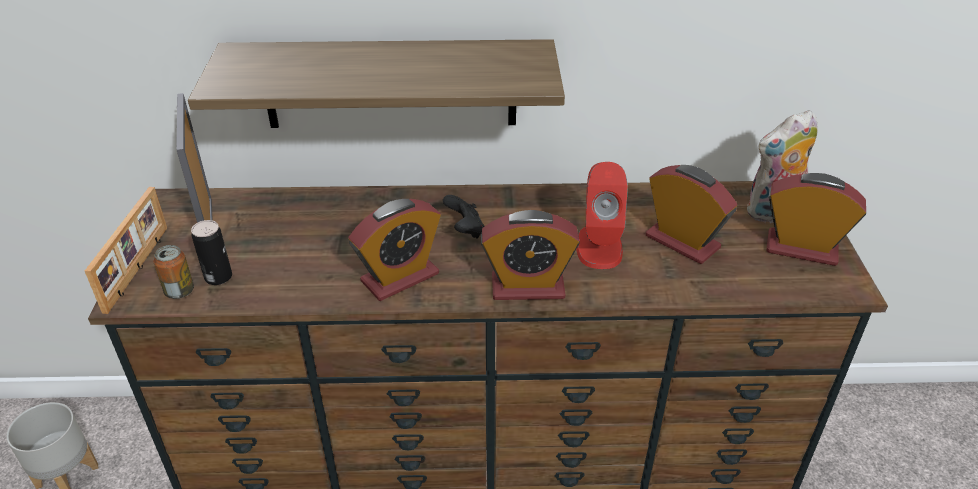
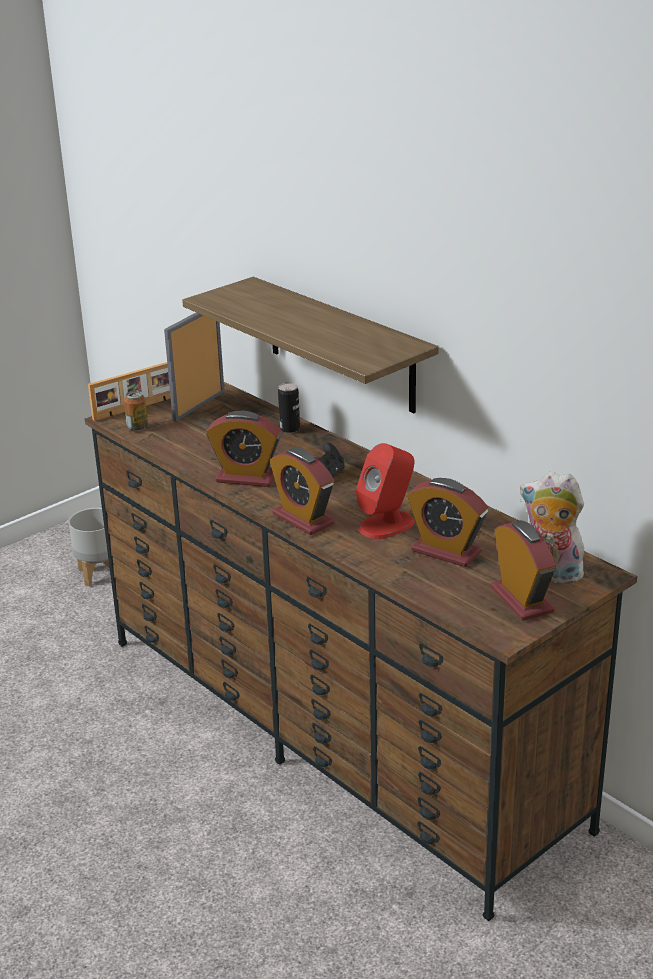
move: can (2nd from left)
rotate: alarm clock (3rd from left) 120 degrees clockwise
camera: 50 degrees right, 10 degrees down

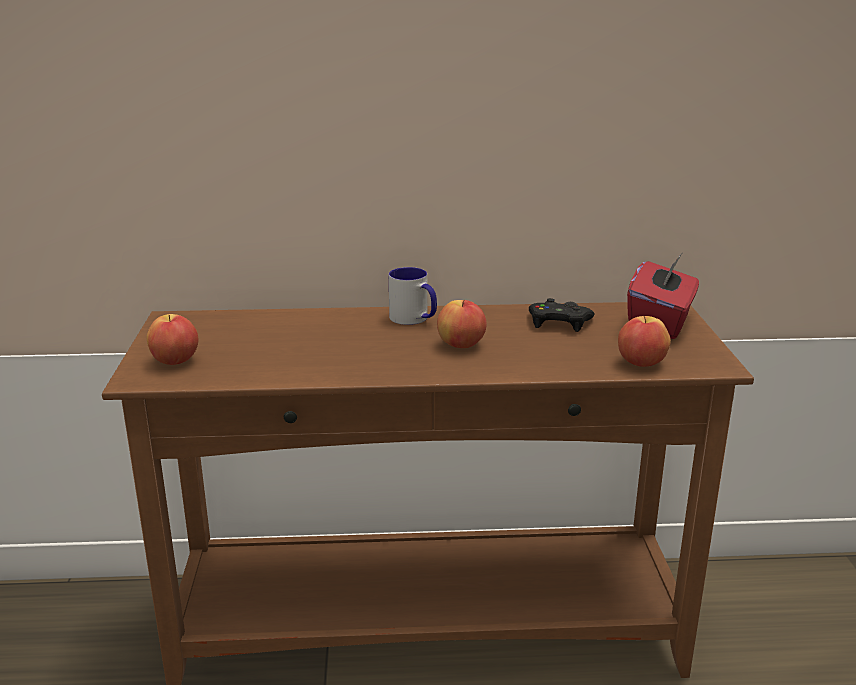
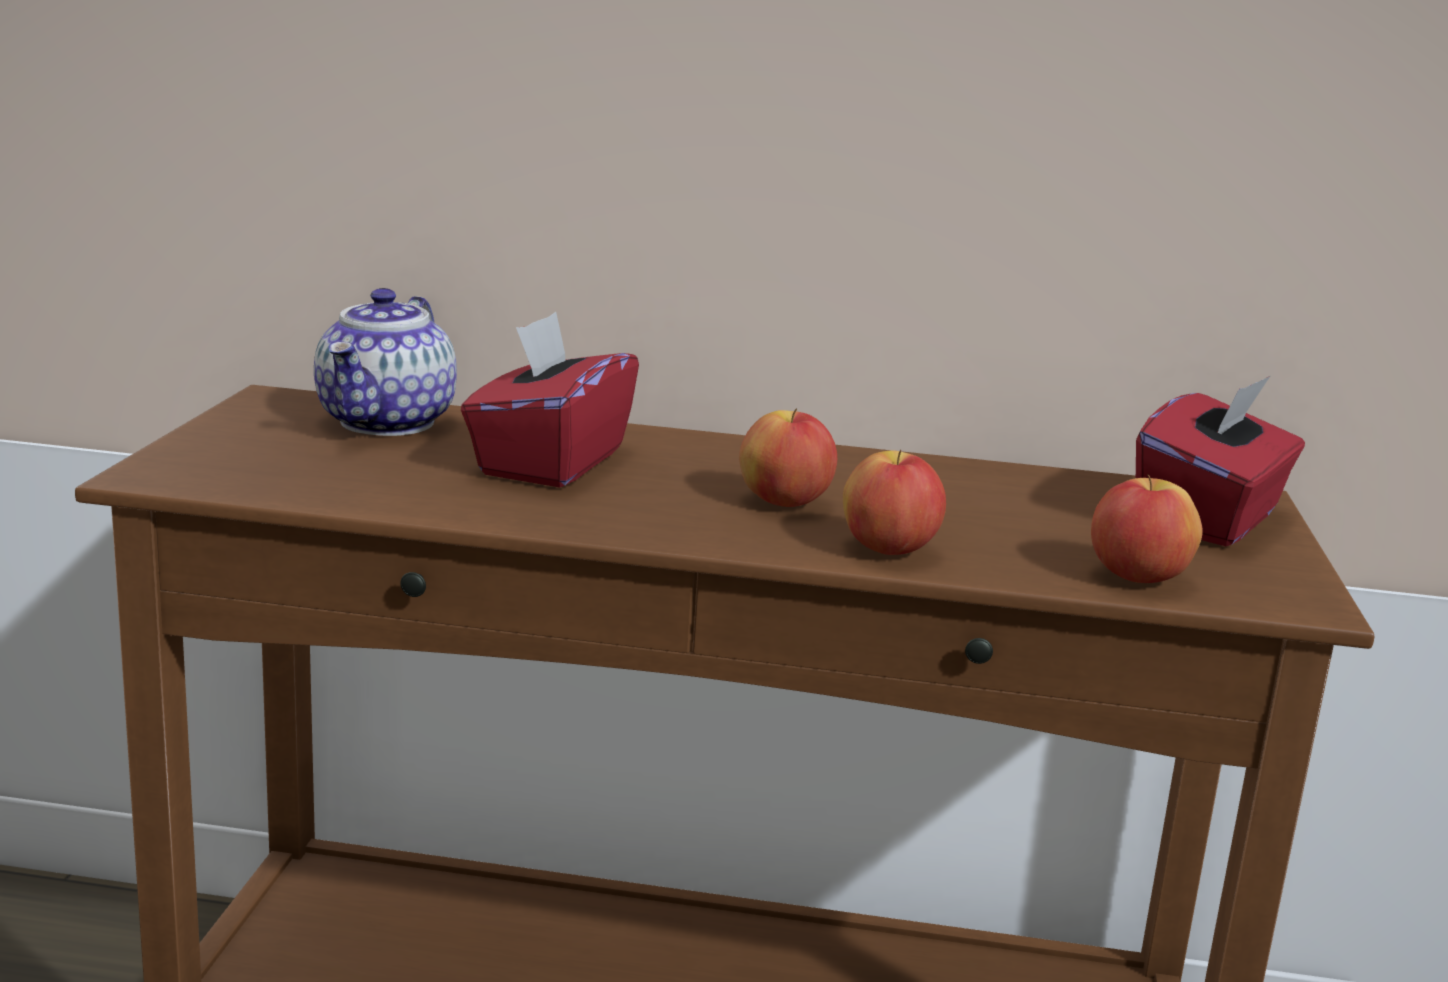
delete: mug; black game controller
insert: teapot; red tissue box (1st from left)
move: apple (1st from left in the first image) to apple (2nd from left)
camera: 10 degrees right, 5 degrees down

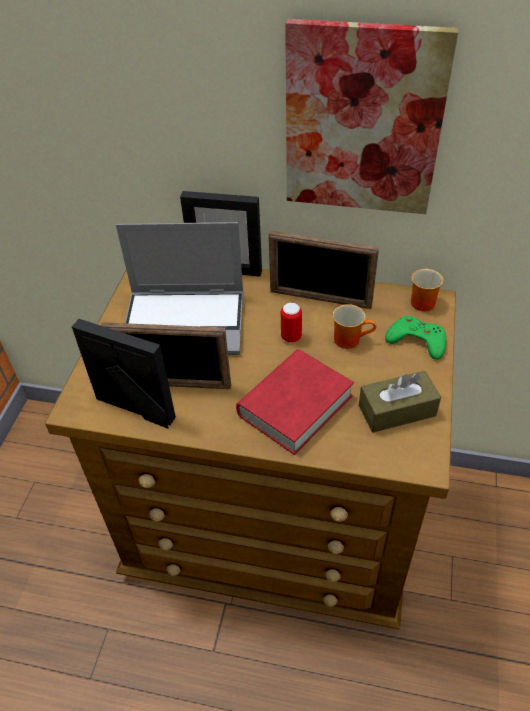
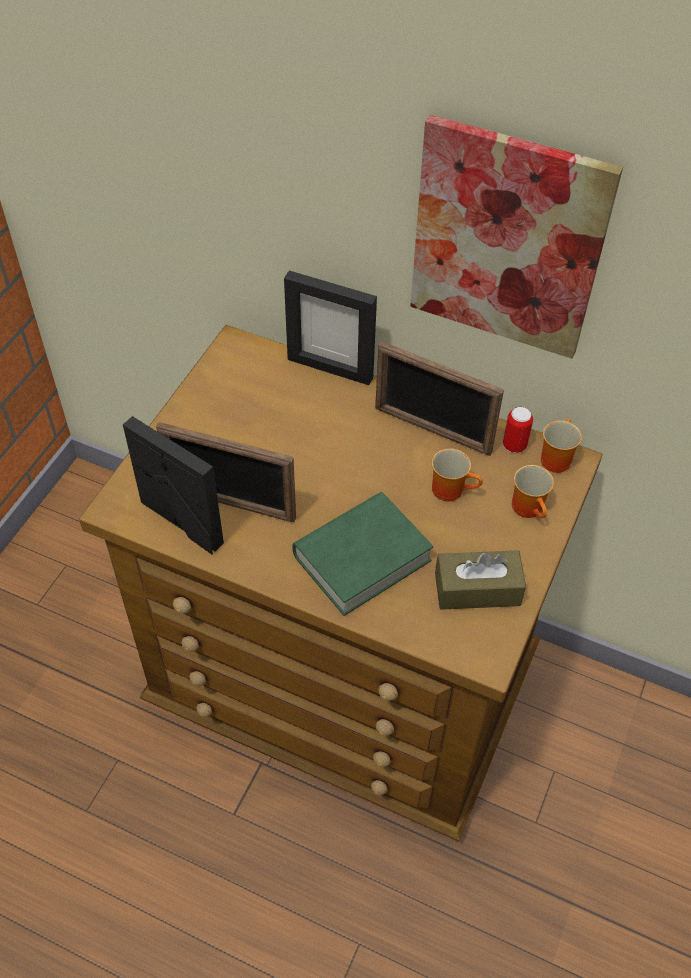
delete: laptop
move: can
replace: green game controller to mug (2nd from left)
recolor: red book to green book
camera: 10 degrees right, 5 degrees up

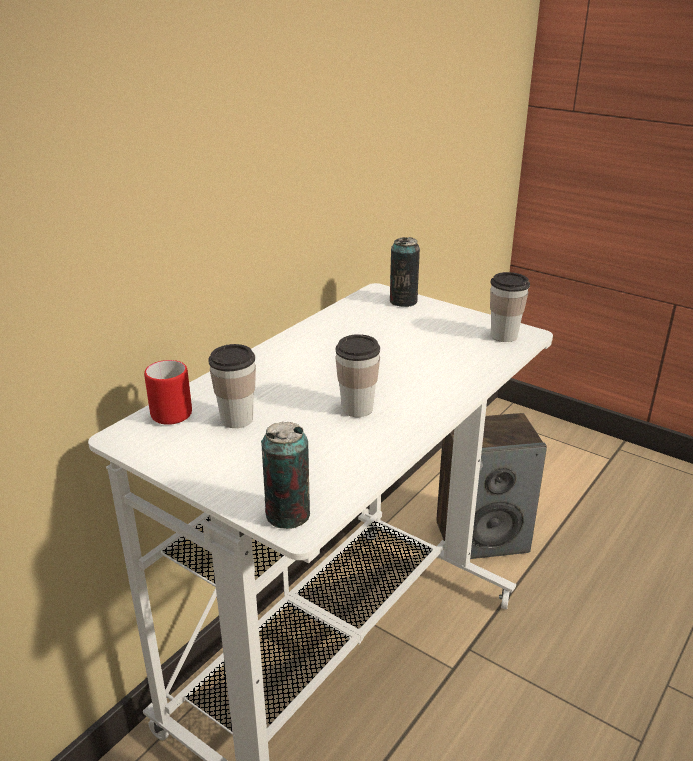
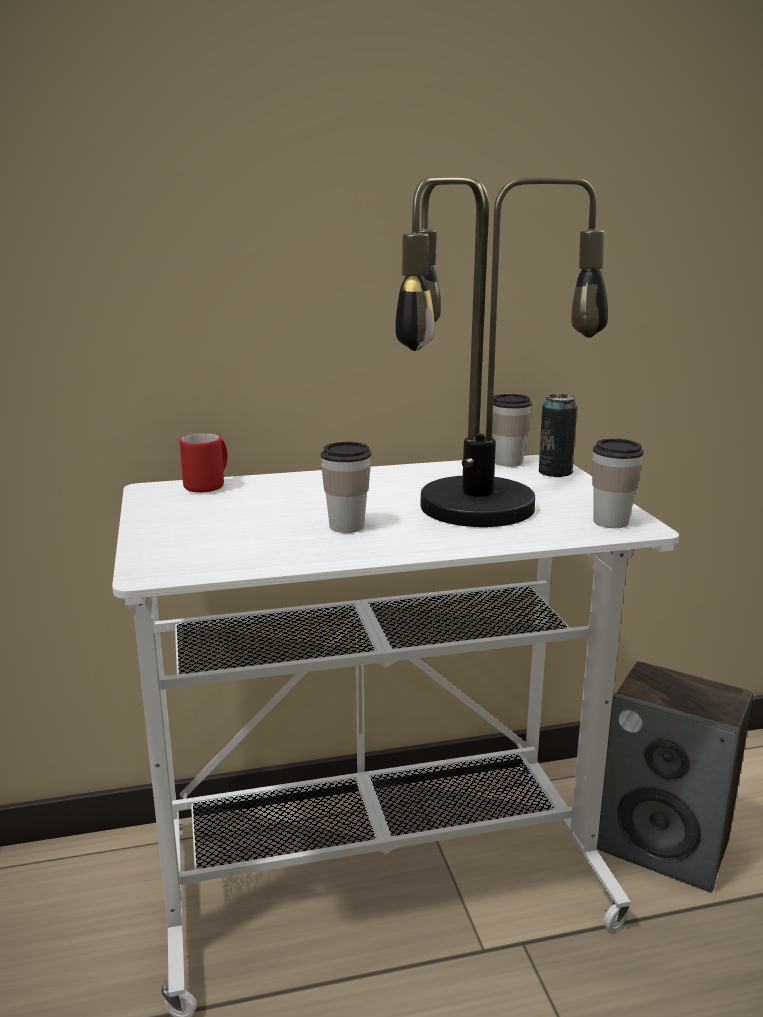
delete: can (1st from left)
insert: table lamp
move: cup (1st from left in the first image) to cup (2nd from left)
camera: 40 degrees right, 10 degrees down

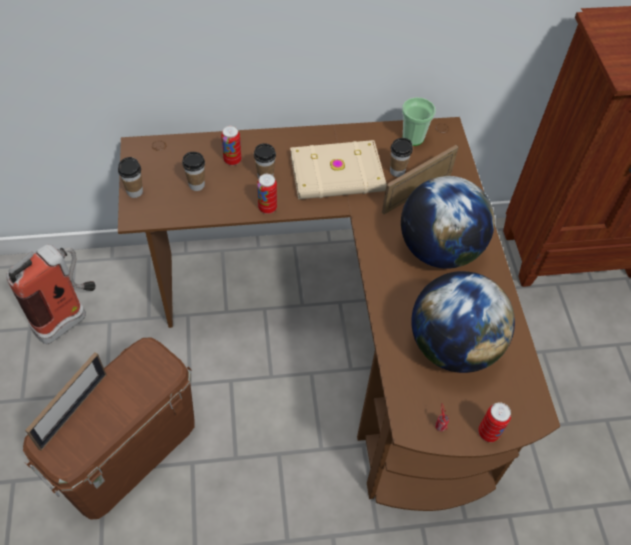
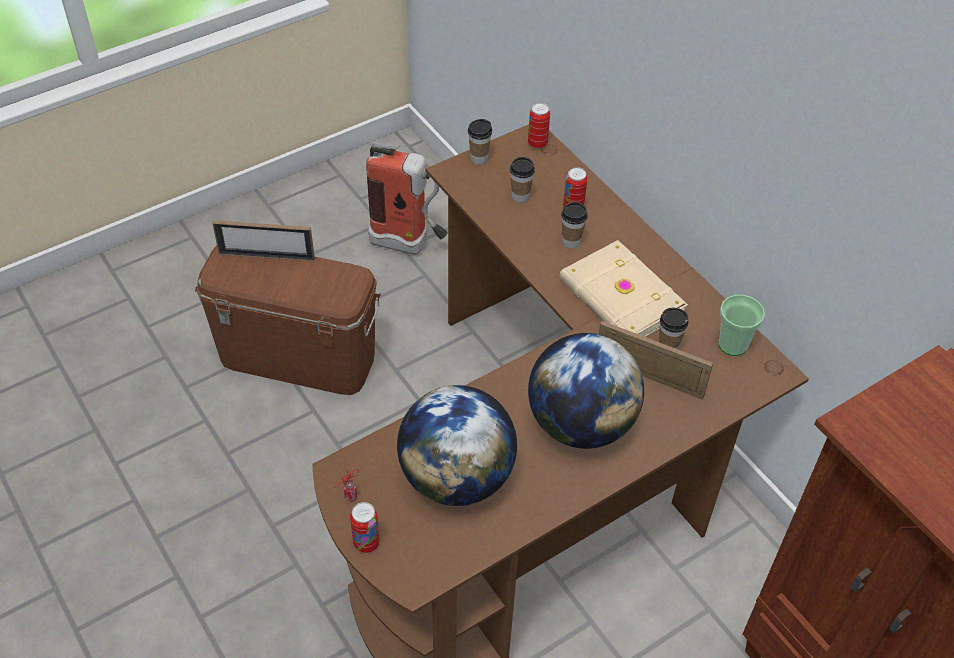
move: can (2nd from left in the first image) to can (3rd from left)
camera: 65 degrees right, 5 degrees down

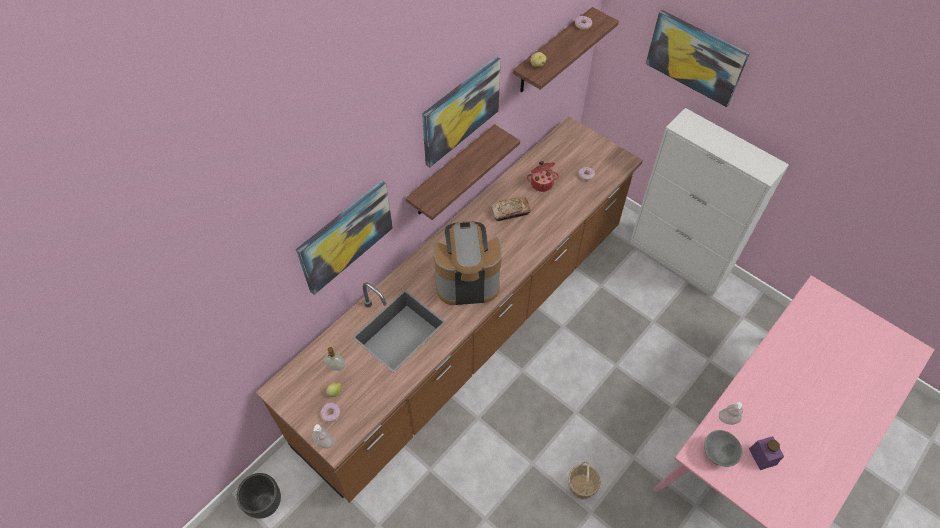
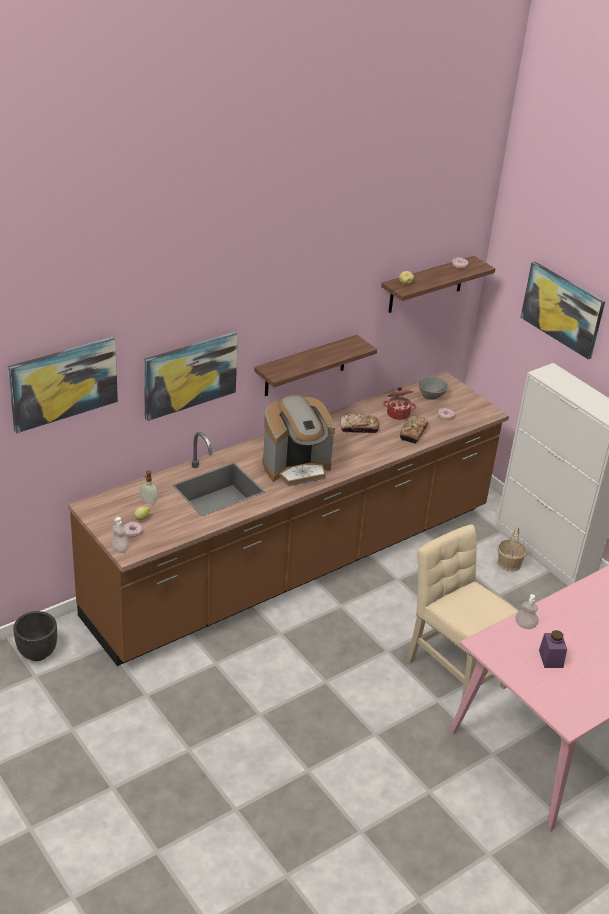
insert: bread (2nd from left); beige chair
move: picture (2nd from left in the first image) to picture (1st from left); grey bowl; basket
rotate: coffee machine 150 degrees clockwise
camera: 10 degrees right, 20 degrees down

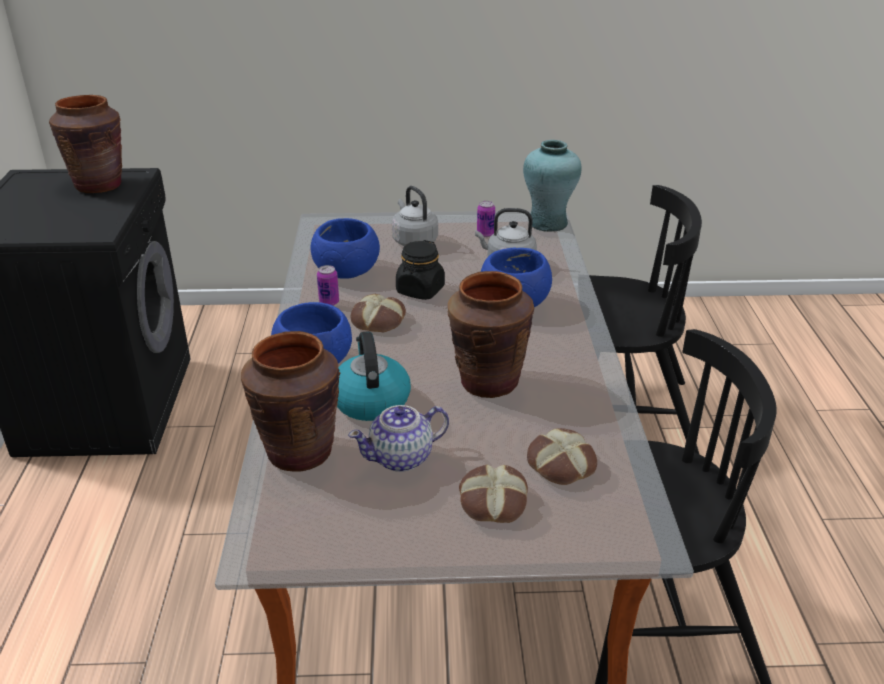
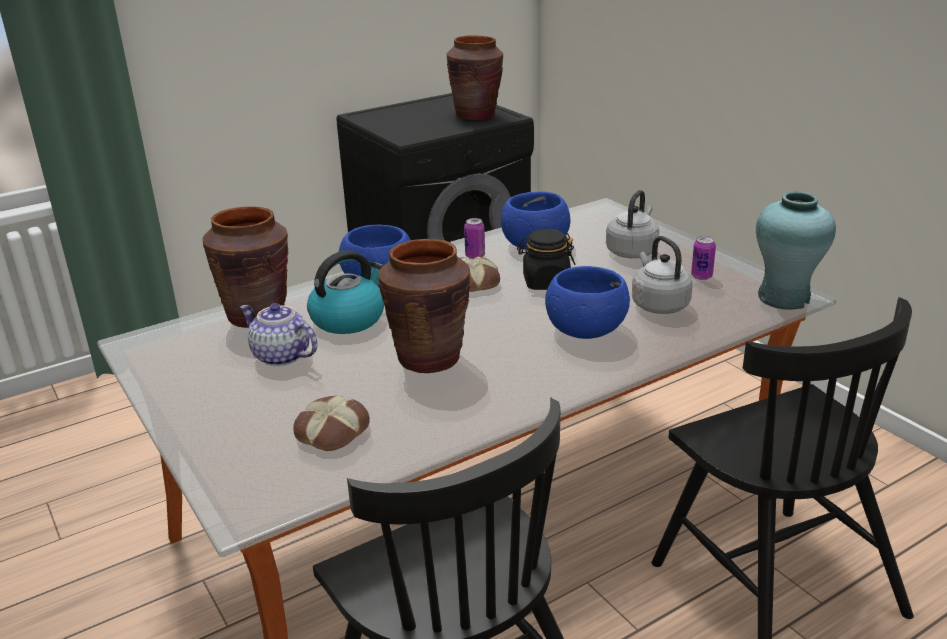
delete: bread (2nd from left)
camera: 60 degrees right, 5 degrees down

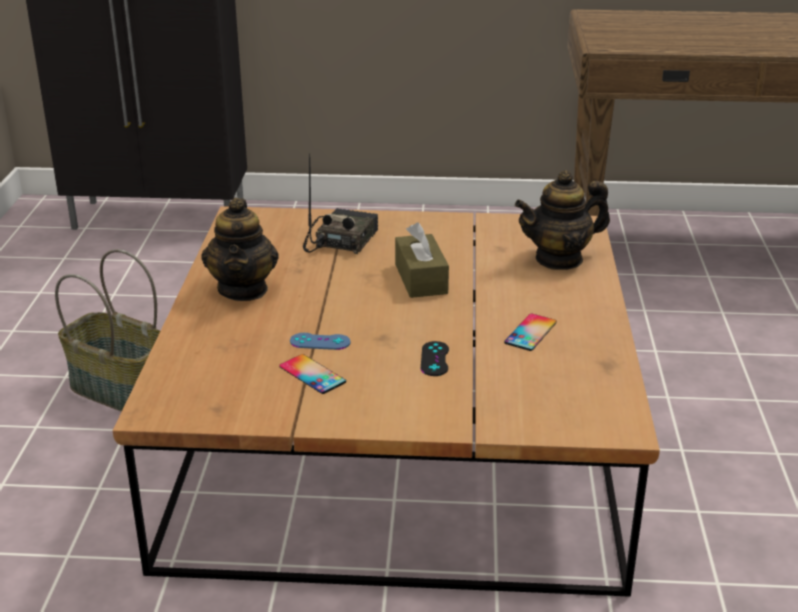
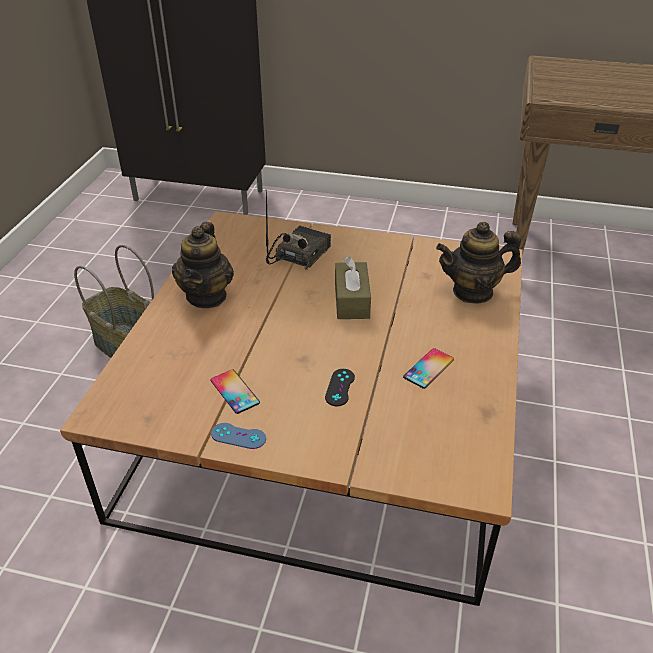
move: blue game controller
camera: 10 degrees right, 10 degrees up

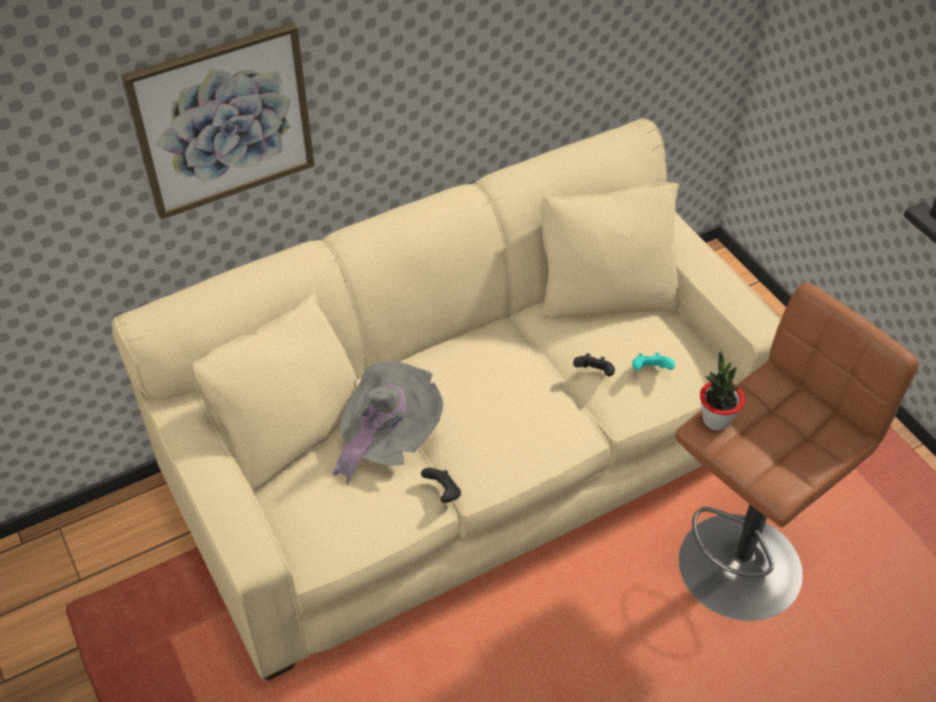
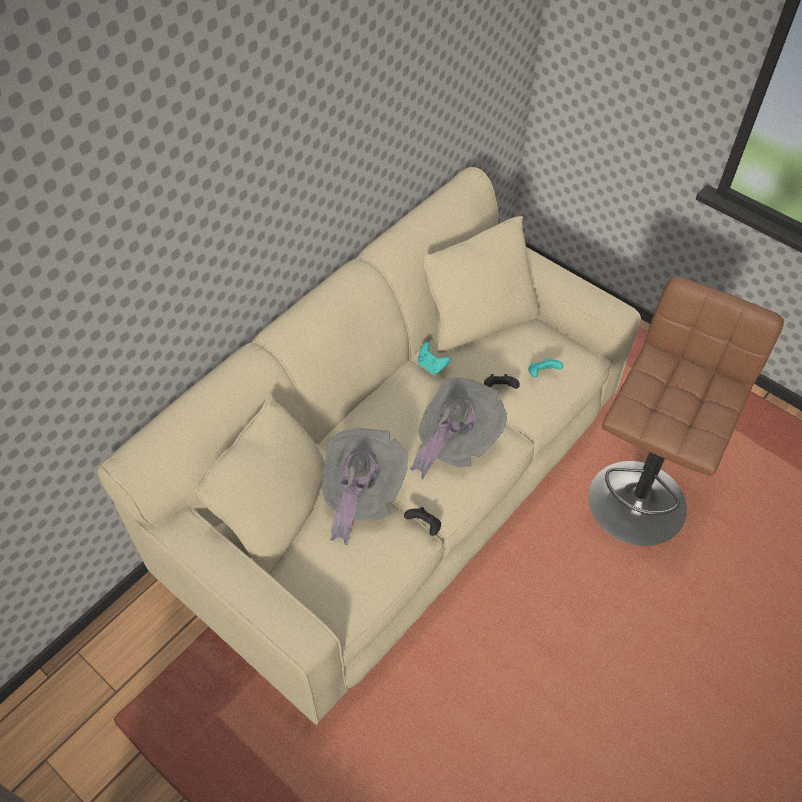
delete: picture; potted plant
insert: turquoise game controller (1st from left); grey hat (2nd from left)
camera: 20 degrees left, 5 degrees up

